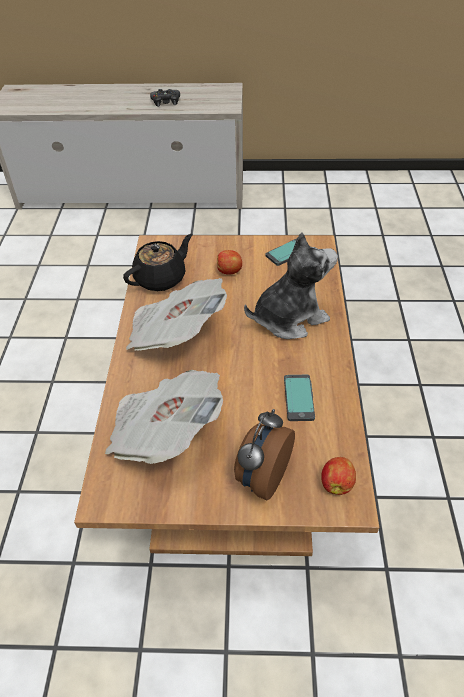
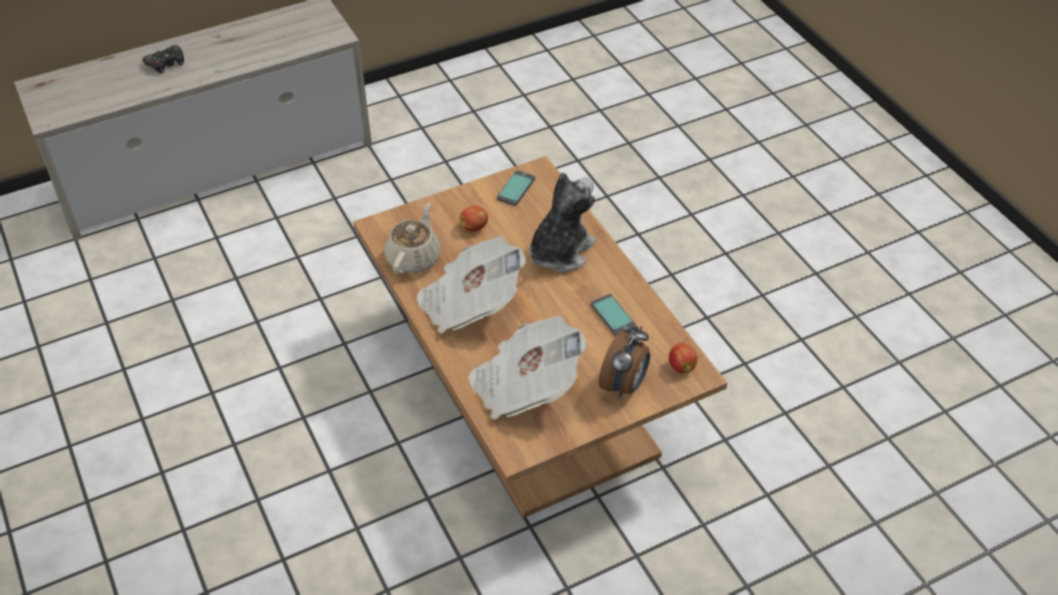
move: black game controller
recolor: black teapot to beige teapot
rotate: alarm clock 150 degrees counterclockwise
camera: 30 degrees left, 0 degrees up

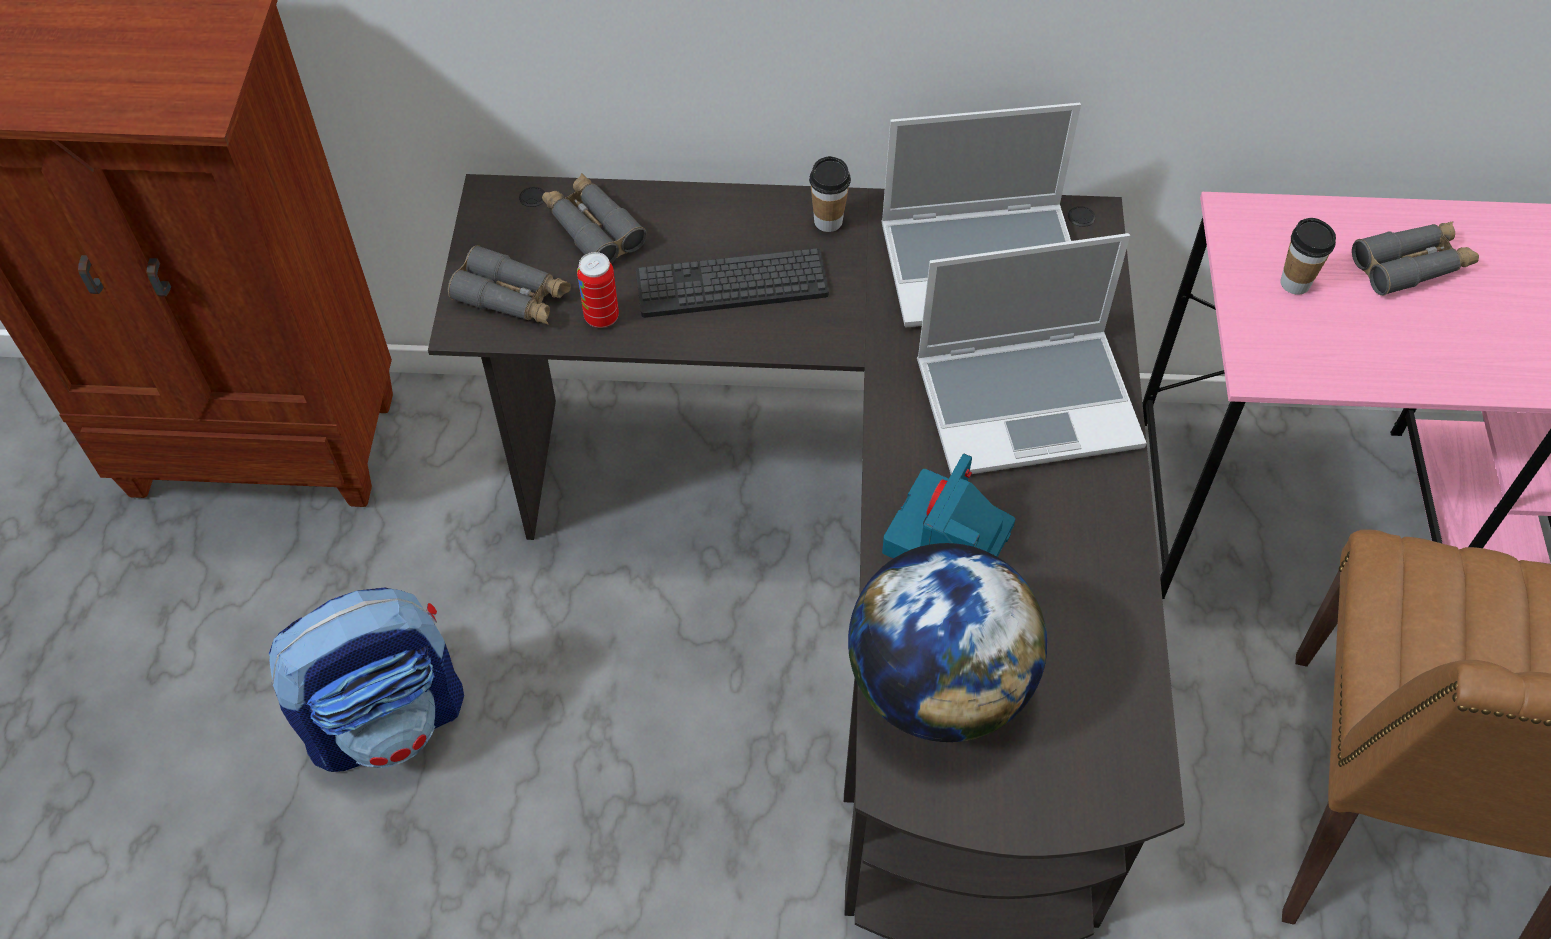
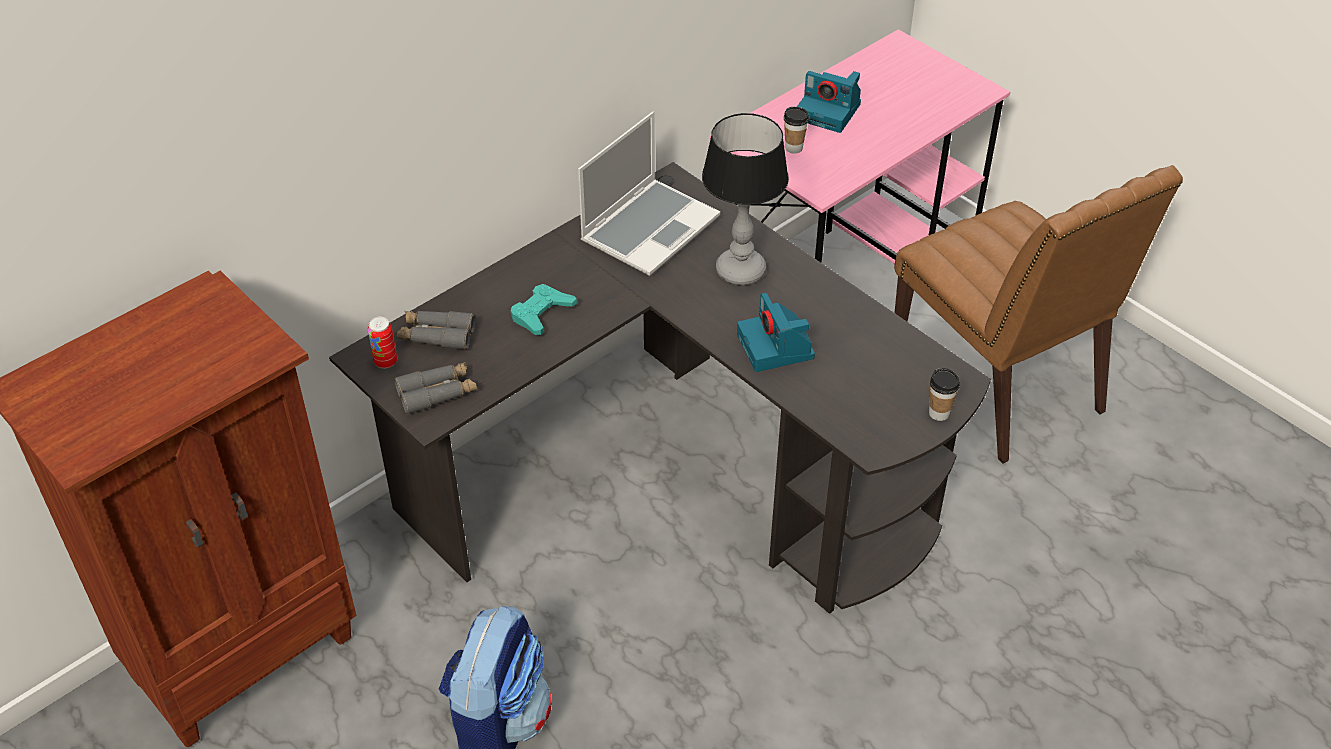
delete: globe
move: cup (1st from left in the first image) to cup (2nd from left); can
replace: grey binoculars (3rd from left) to photo camera (2nd from left); laptop (2nd from left) to table lamp; keyboard to turquoise game controller
camera: 45 degrees left, 10 degrees down

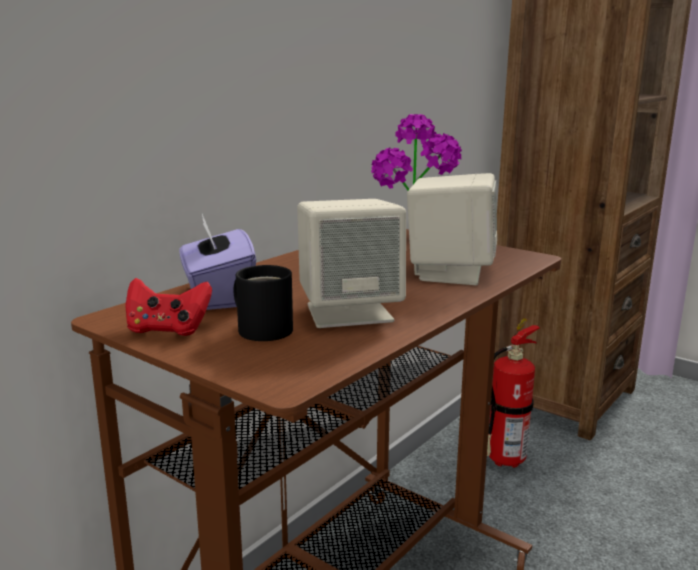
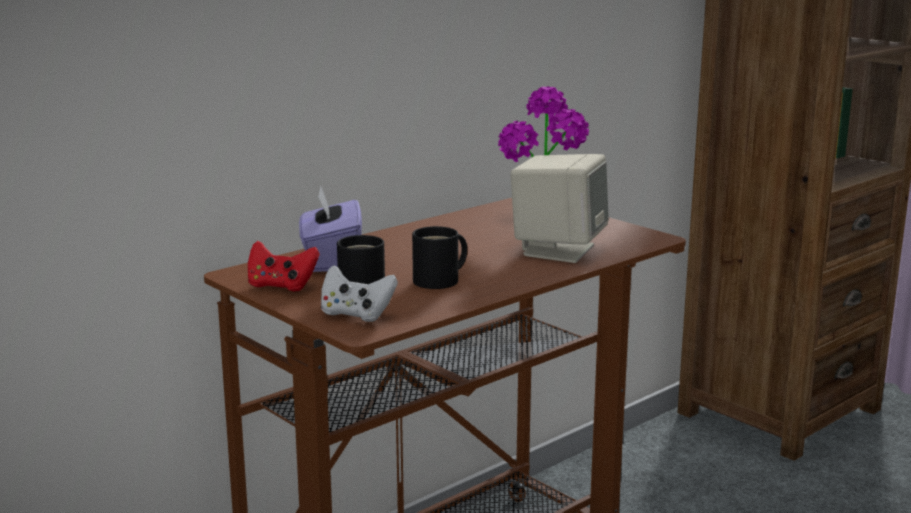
delete: fire extinguisher
insert: white game controller
replace: beige speaker (1st from left) to black mug (2nd from left)
camera: 10 degrees right, 0 degrees up

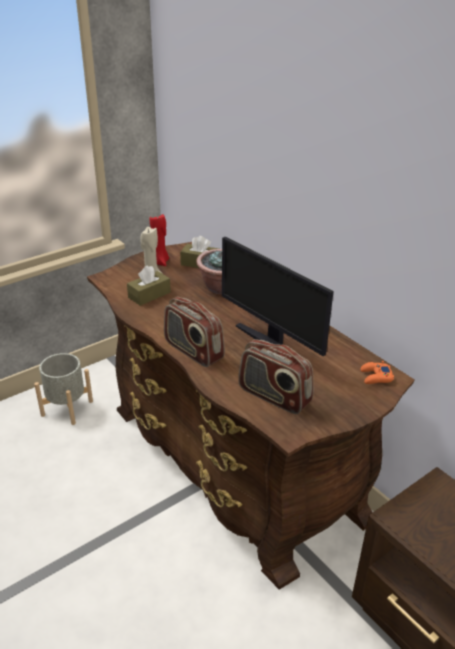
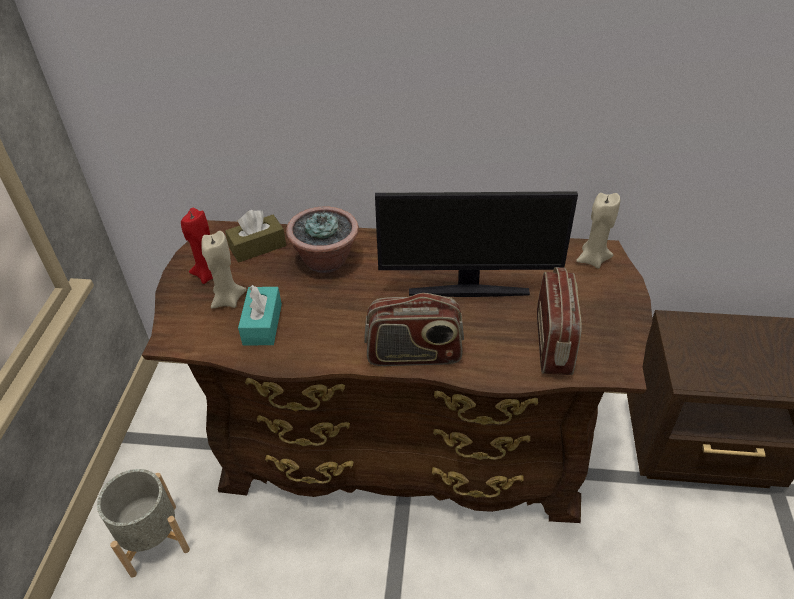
replace: orange game controller to beige candle (2nd from left)
recolor: brown tissue box (1st from left) to turquoise tissue box
rotate: radio (2nd from left) 75 degrees counterclockwise
camera: 45 degrees left, 10 degrees up

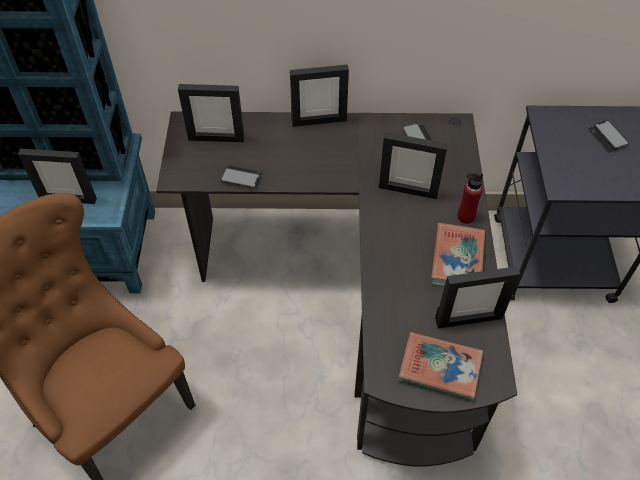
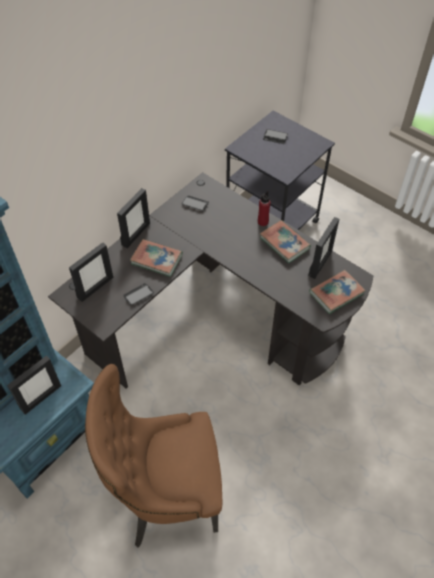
delete: picture frame (4th from left)
insert: book (1st from left)
camera: 50 degrees left, 0 degrees up

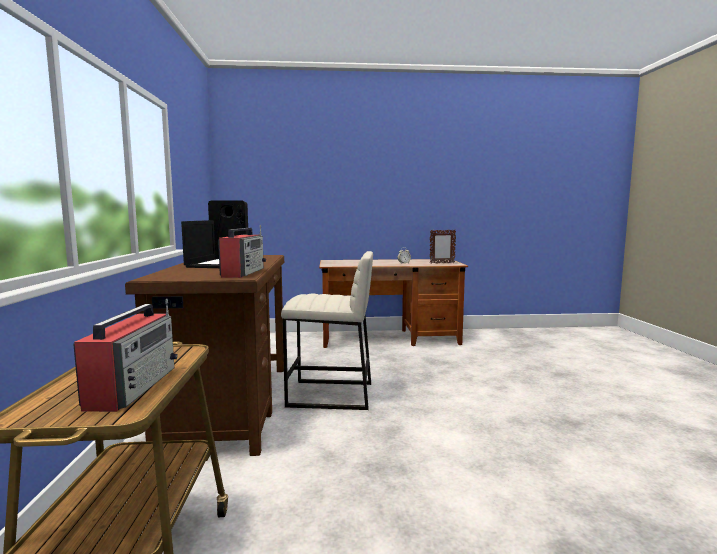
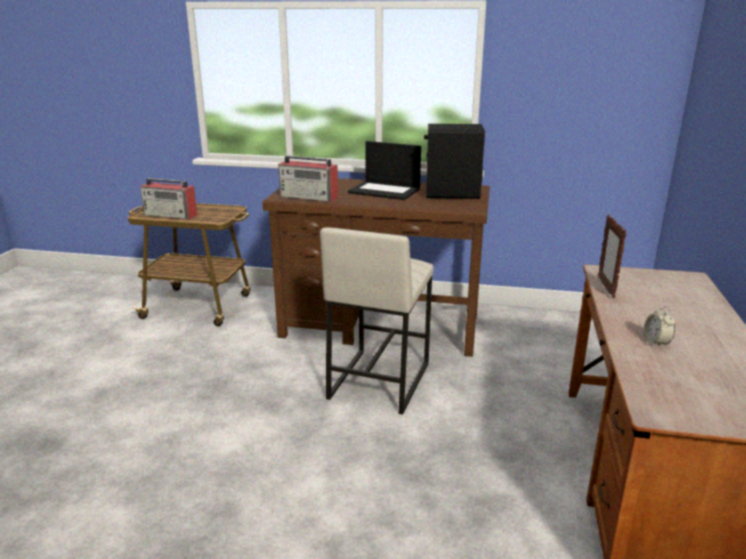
move: picture frame
camera: 105 degrees right, 15 degrees up

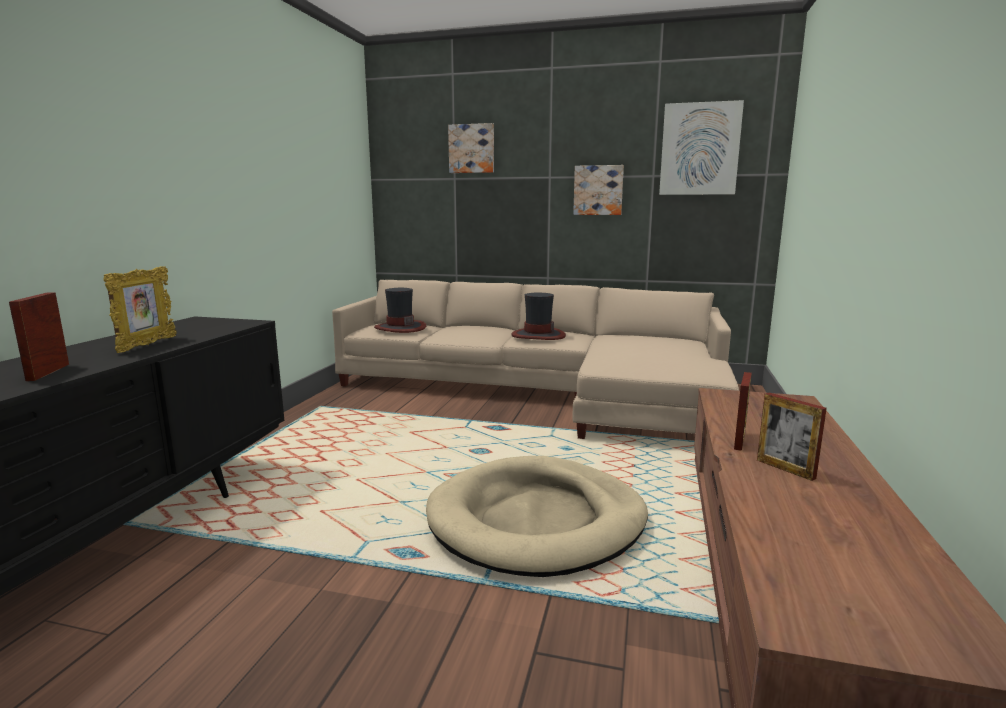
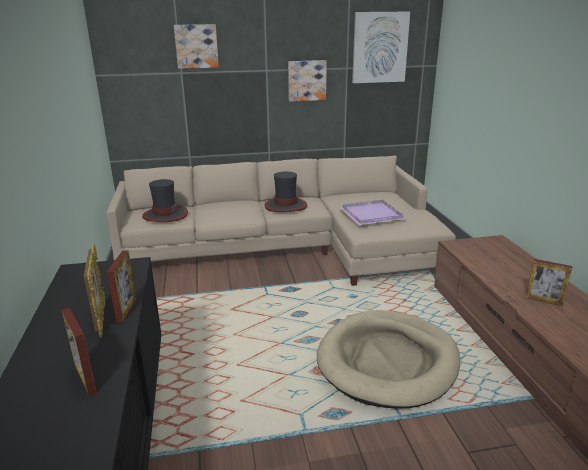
insert: purple tray
move: picture frame (3rd from left)
camera: 25 degrees left, 10 degrees up

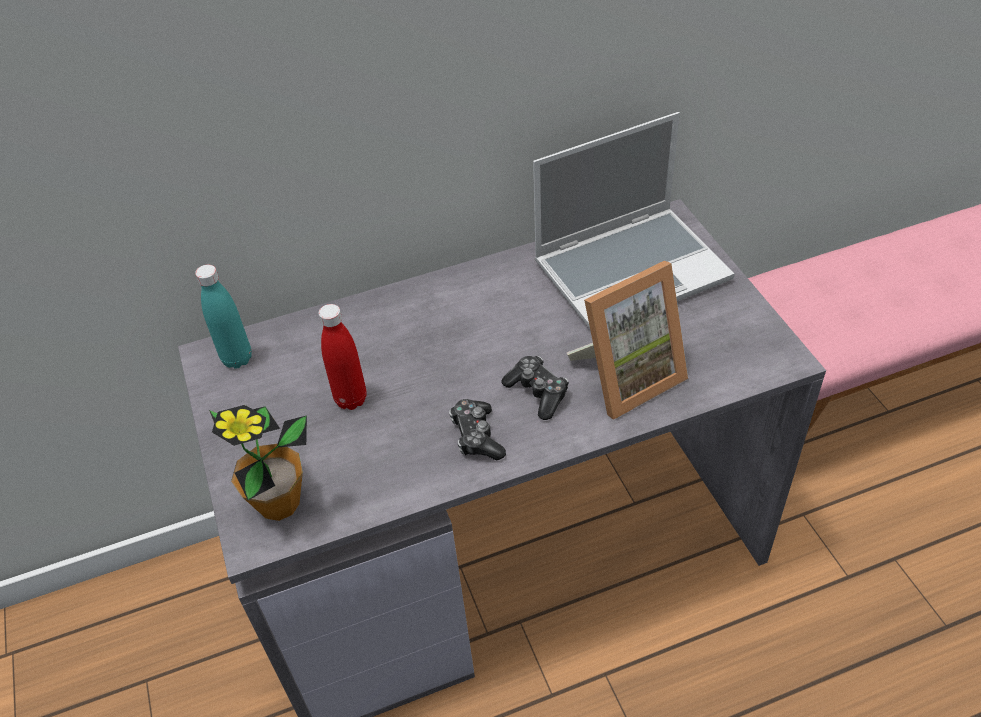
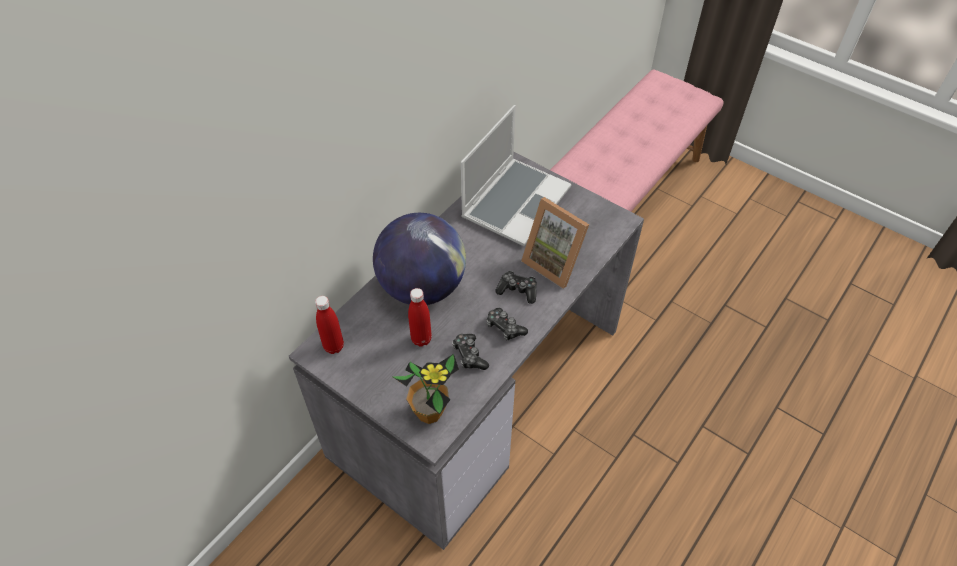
insert: globe; game controller (1st from left)
recolor: turquoise bottle to red bottle (1st from left)
rotate: picture frame 105 degrees clockwise
camera: 35 degrees left, 5 degrees up

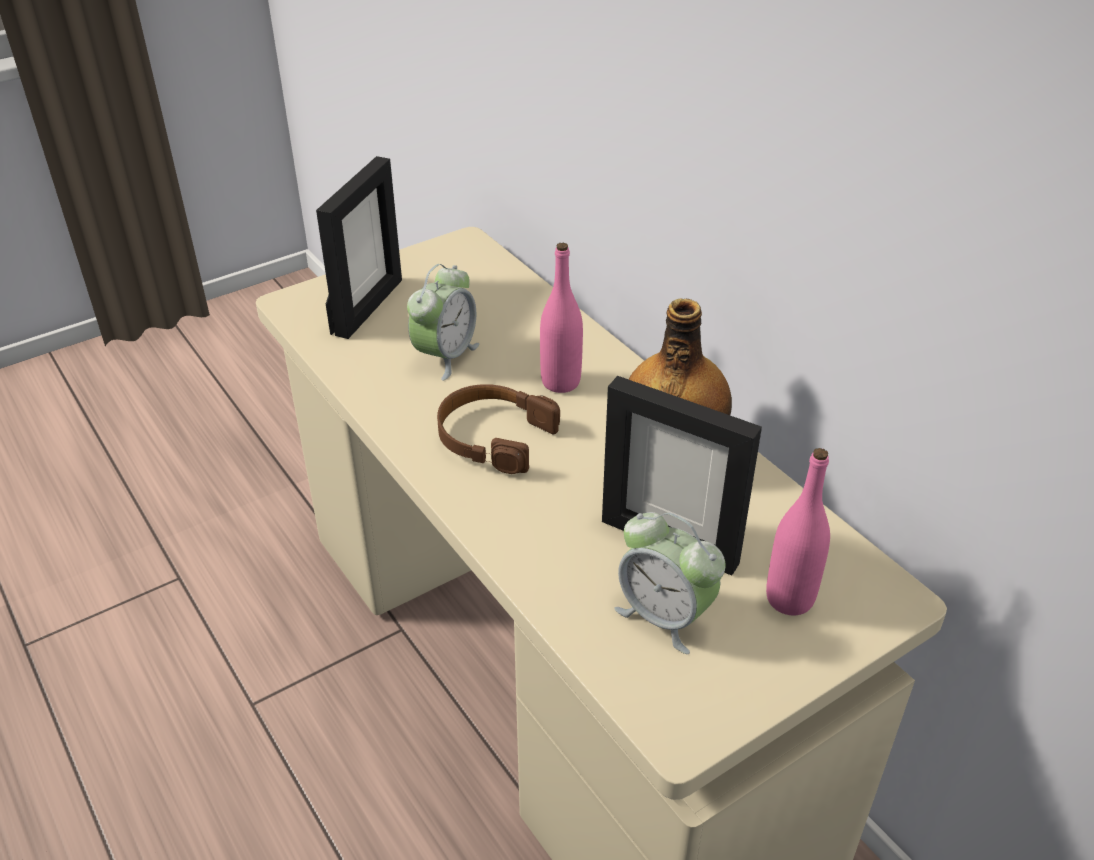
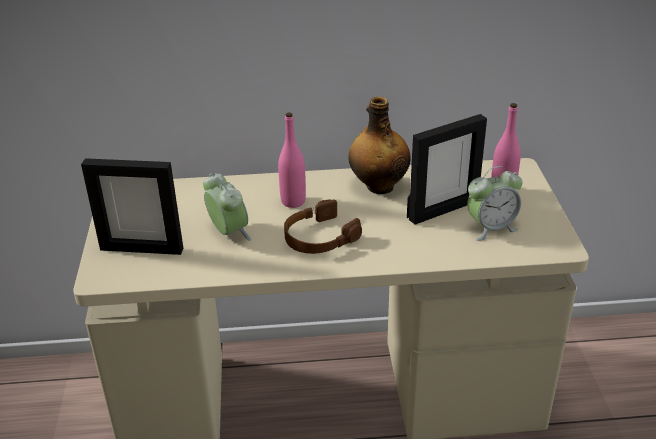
rotate: picture frame (1st from left) 135 degrees clockwise
camera: 60 degrees left, 5 degrees down

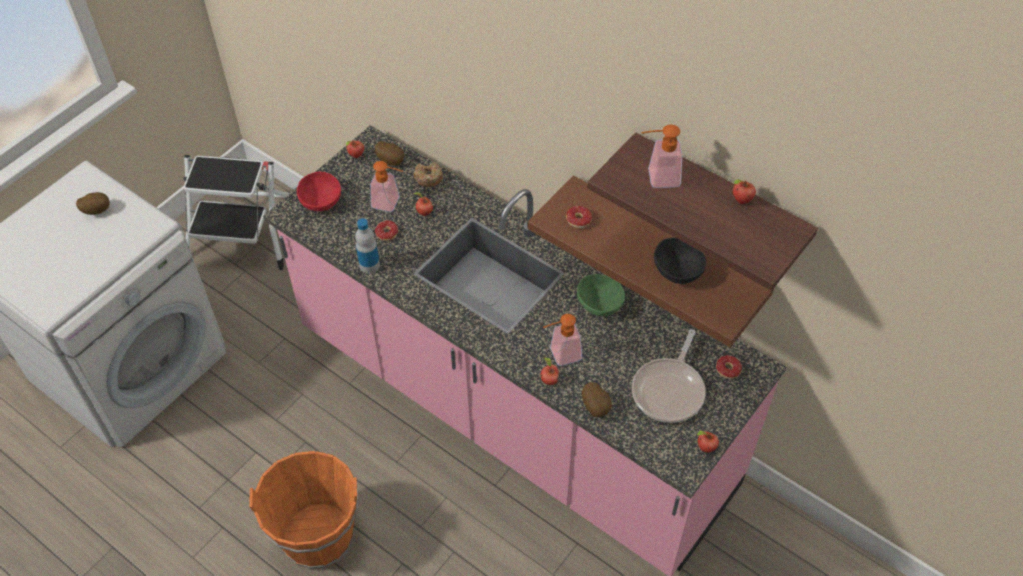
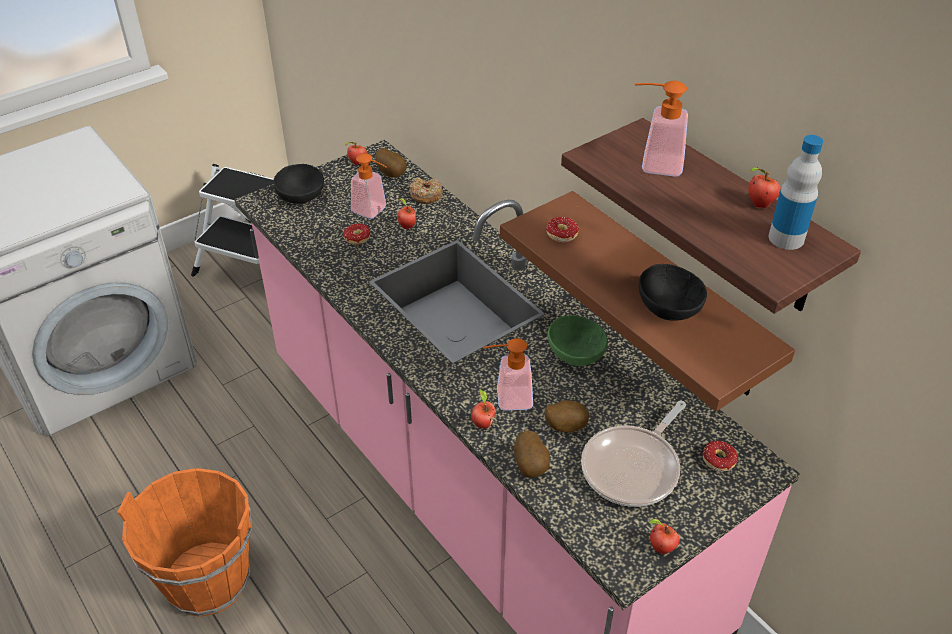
move: potato (1st from left in the first image) to potato (3rd from left); bottle
recolor: red bowl to black bowl (1st from left)
camera: 15 degrees right, 10 degrees down

